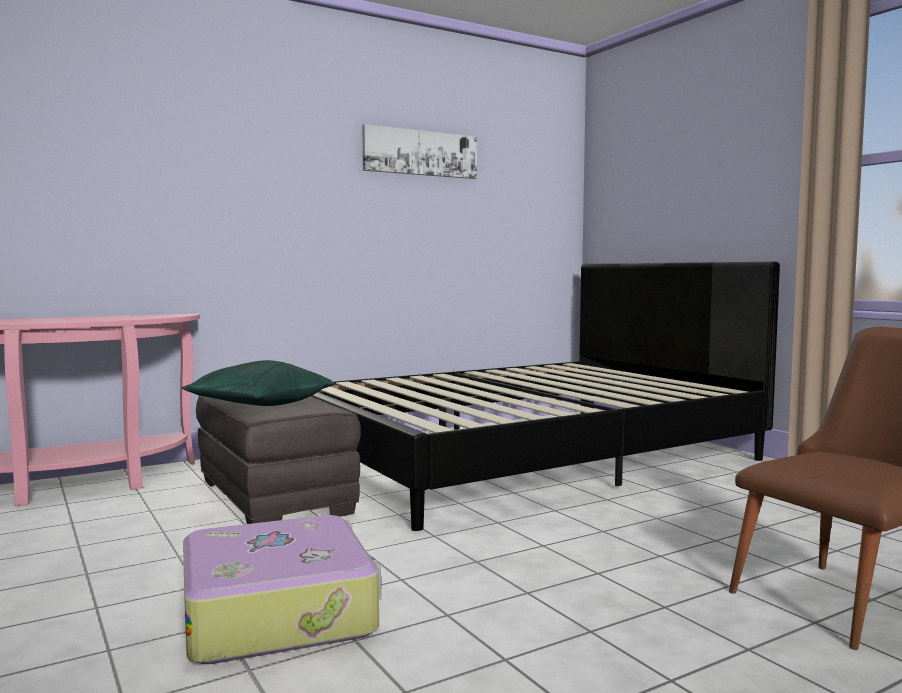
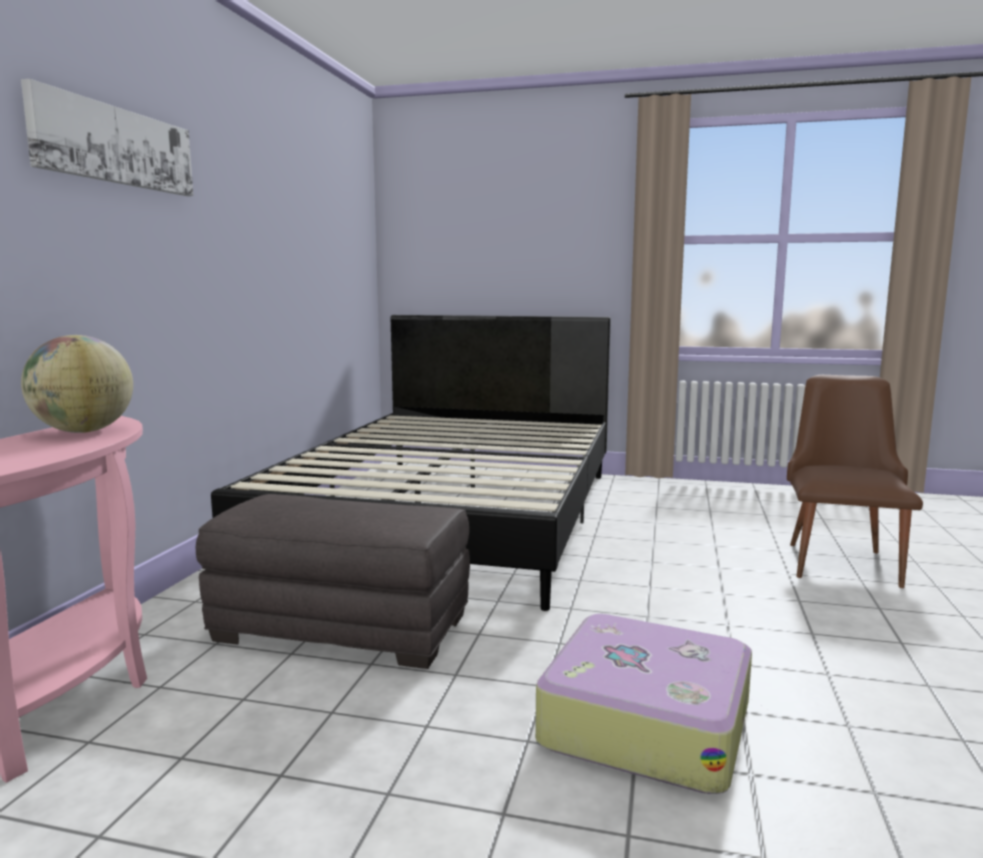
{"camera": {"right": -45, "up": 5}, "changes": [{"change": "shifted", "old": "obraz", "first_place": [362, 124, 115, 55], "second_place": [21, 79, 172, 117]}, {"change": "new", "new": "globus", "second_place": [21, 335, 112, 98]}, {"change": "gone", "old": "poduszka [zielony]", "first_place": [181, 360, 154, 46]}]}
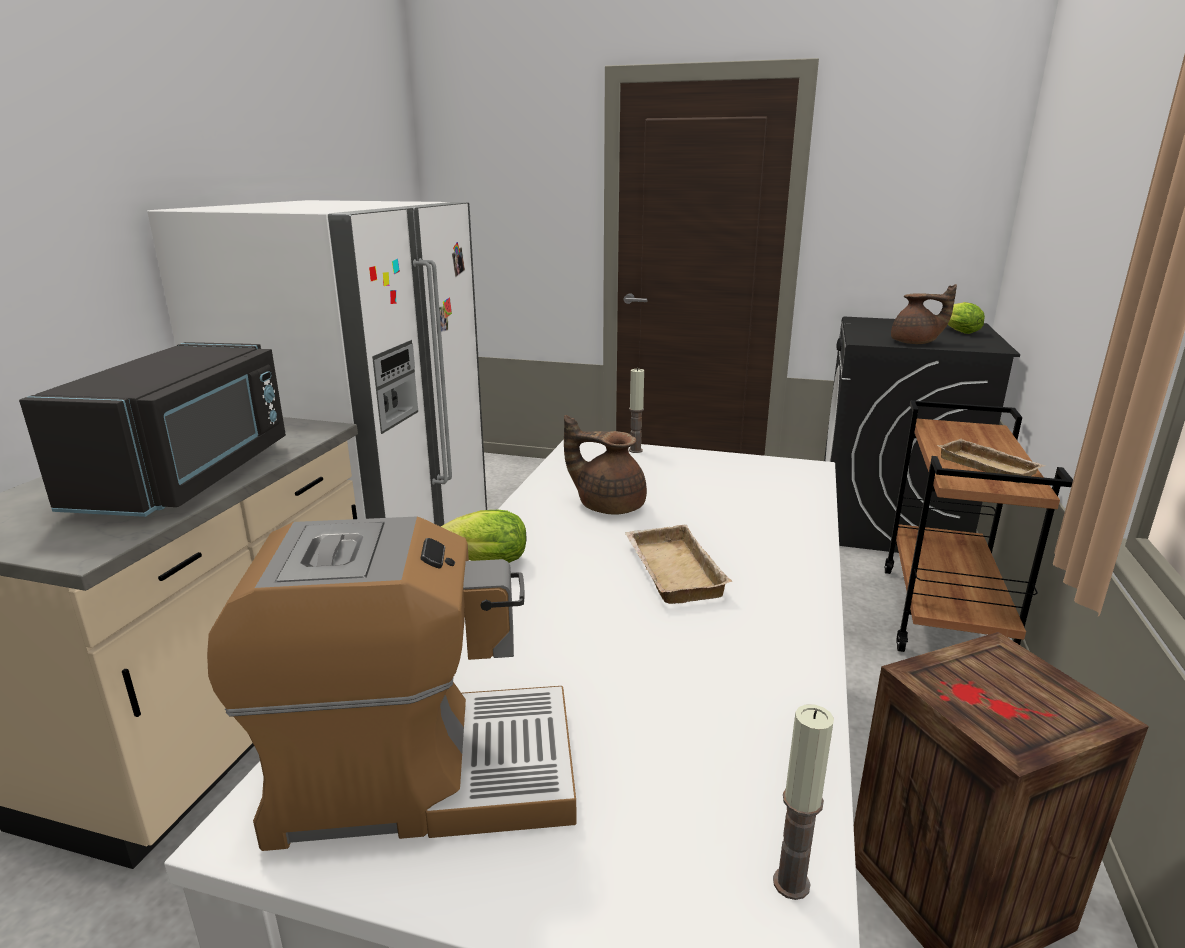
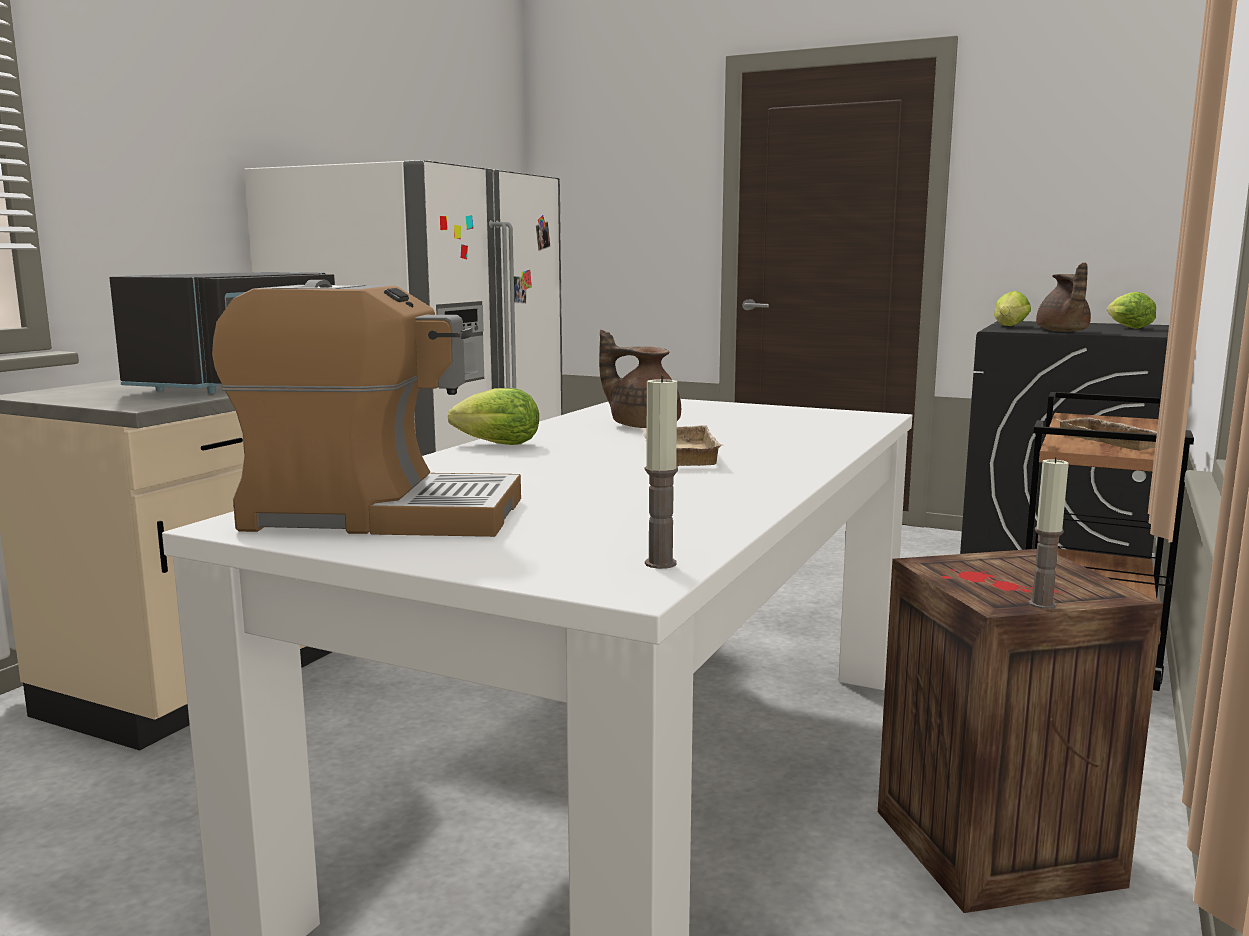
{"camera": {"right": 10, "up": -10}, "changes": [{"change": "new", "new": "sałata", "second_place": [994, 291, 37, 35]}, {"change": "shifted", "old": "świeca", "first_place": [629, 368, 15, 85], "second_place": [1029, 457, 40, 152]}, {"change": "rotated", "old": "imbryk [brązowy]", "first_place": [891, 284, 66, 60], "second_place": [1036, 262, 55, 70], "degrees": 75}]}
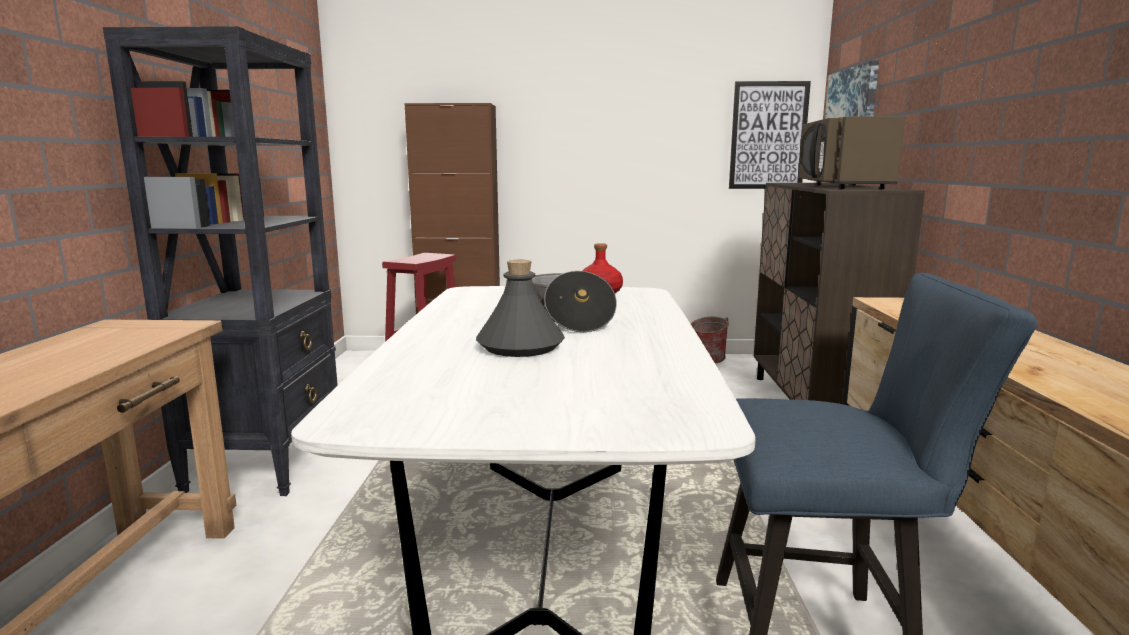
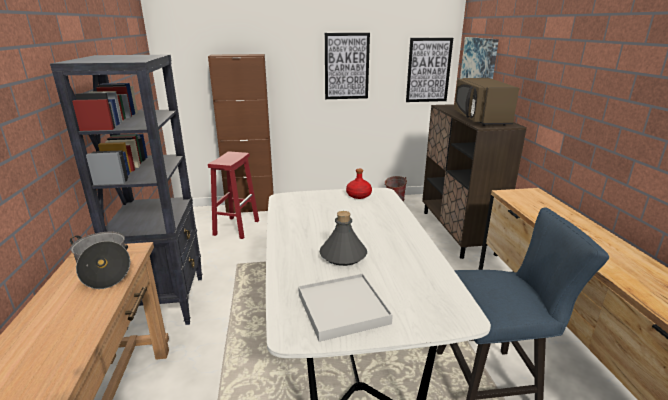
{"camera": {"right": -10, "up": 10}, "changes": [{"change": "shifted", "old": "garnek", "first_place": [532, 271, 85, 61], "second_place": [70, 232, 60, 57]}, {"change": "new", "new": "taca [biały]", "second_place": [298, 274, 95, 68]}, {"change": "new", "new": "obraz", "second_place": [325, 33, 45, 66]}]}
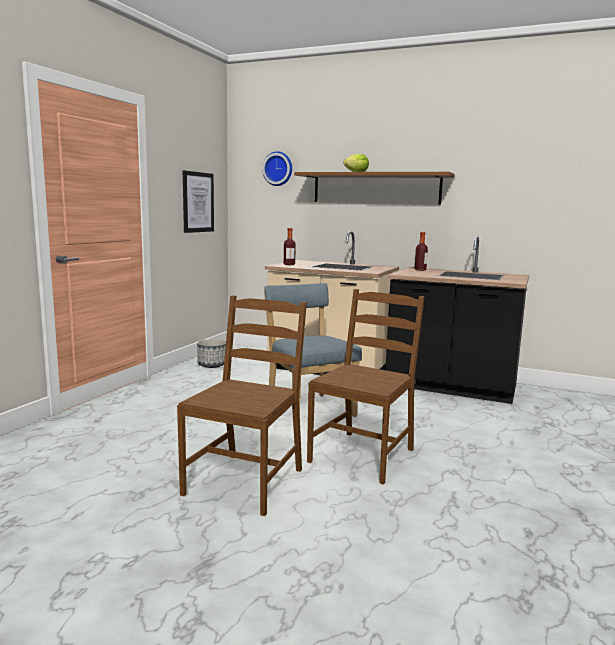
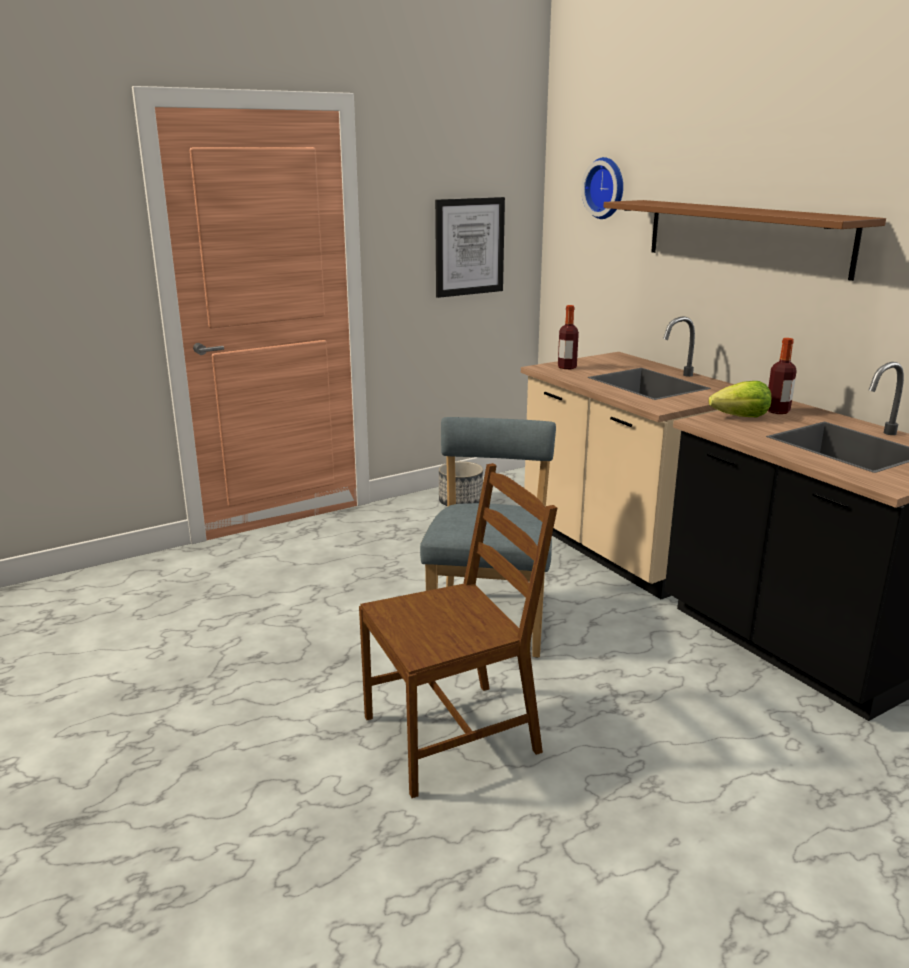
{"camera": {"right": 35, "up": 10}, "changes": [{"change": "shifted", "old": "sałata", "first_place": [343, 154, 26, 18], "second_place": [709, 381, 62, 36]}, {"change": "gone", "old": "krzesło [brązowy]", "first_place": [177, 295, 130, 221]}]}
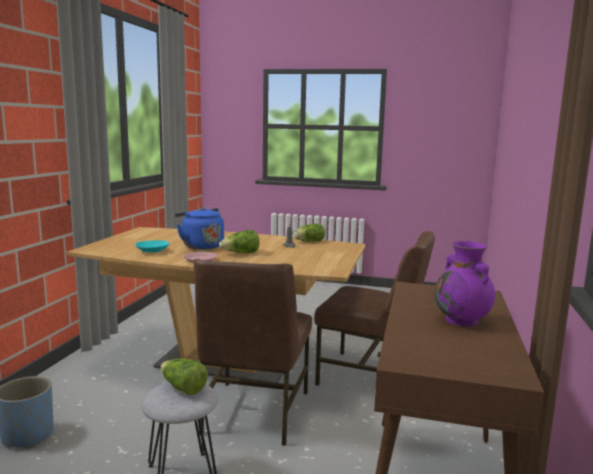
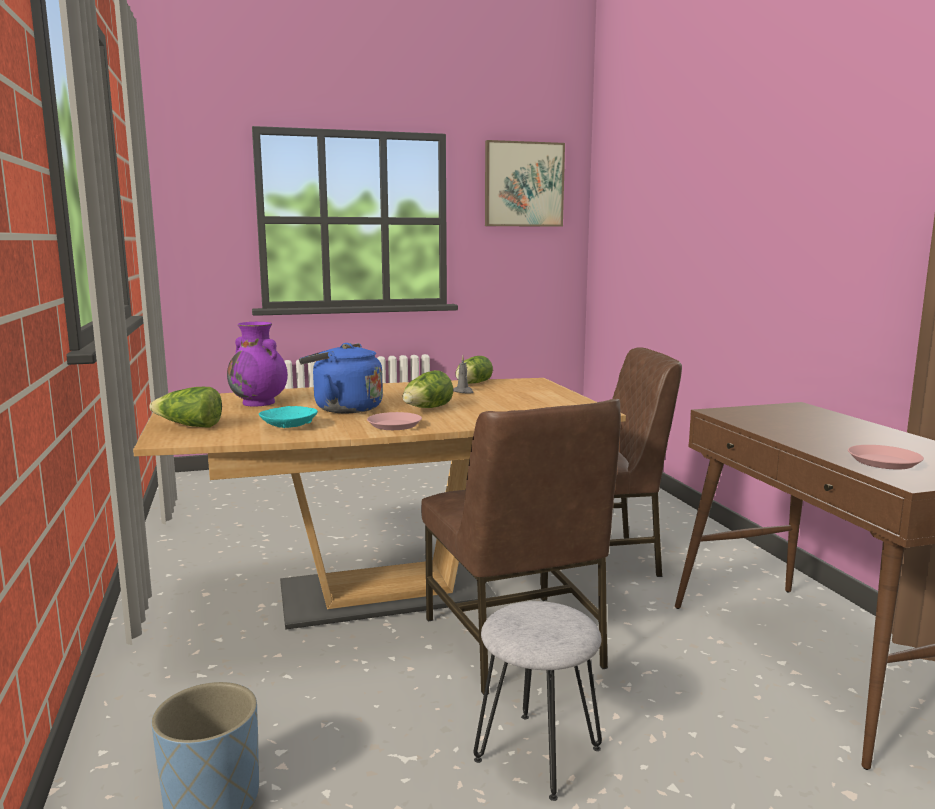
{"camera": {"right": -30, "up": 0}, "changes": [{"change": "shifted", "old": "sałata", "first_place": [161, 358, 47, 37], "second_place": [149, 387, 73, 41]}, {"change": "shifted", "old": "wazon [fioletowy]", "first_place": [435, 241, 60, 85], "second_place": [227, 322, 61, 85]}, {"change": "new", "new": "obraz", "second_place": [485, 140, 80, 87]}, {"change": "new", "new": "talerz [różowy]", "second_place": [848, 445, 76, 24]}]}
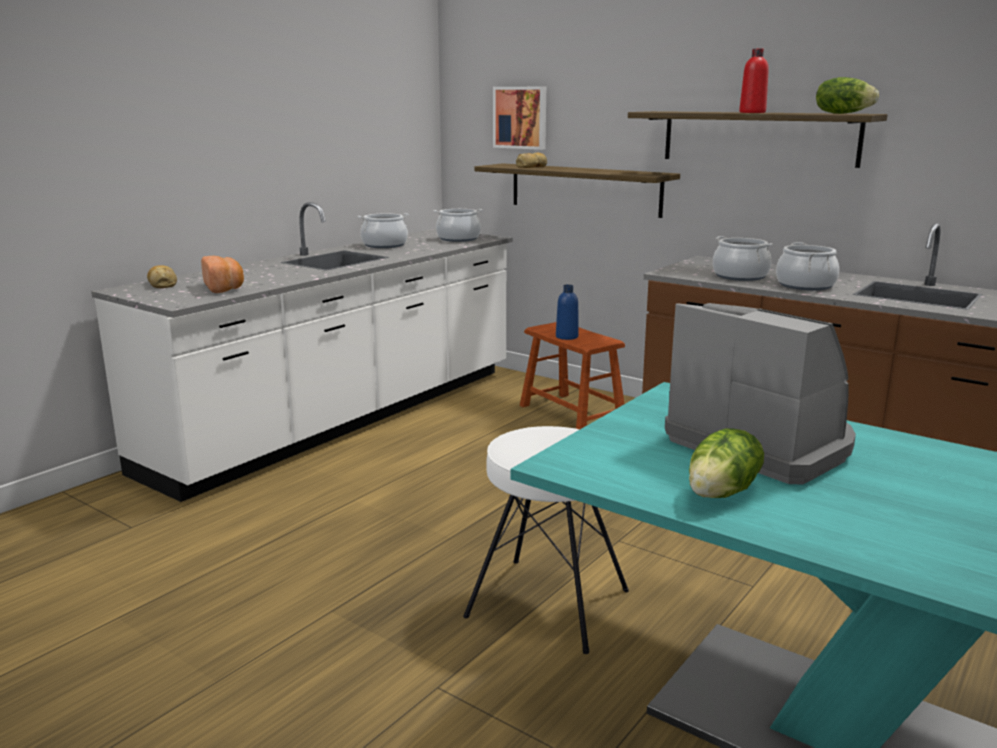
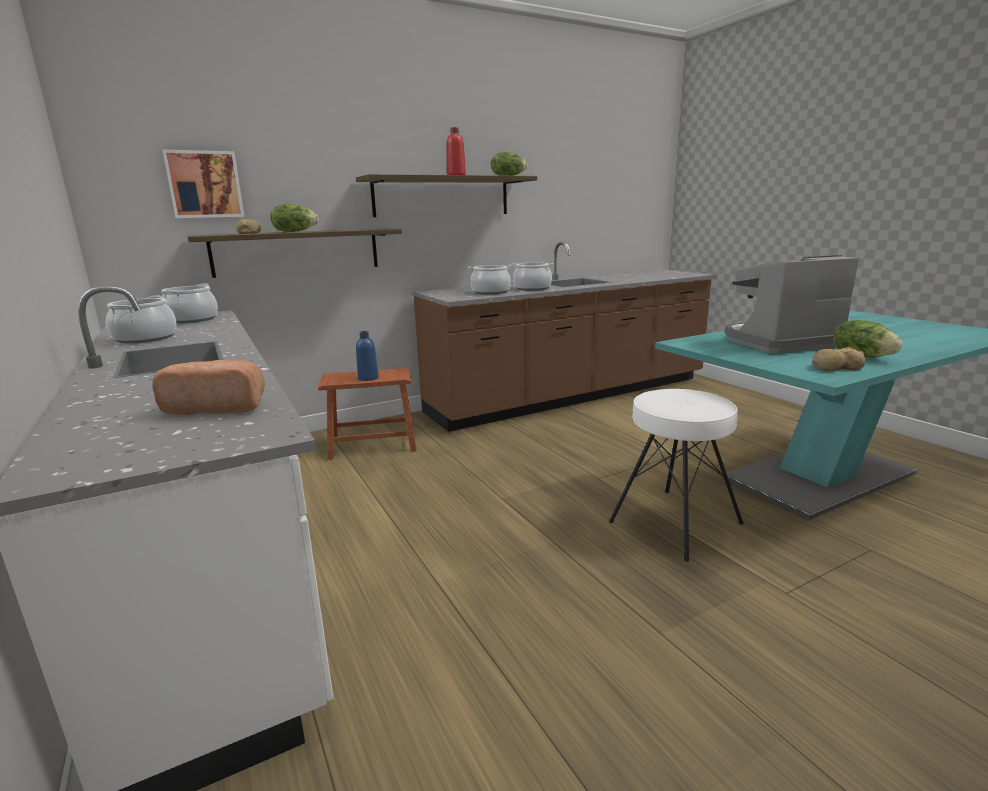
{"camera": {"right": -65, "up": 0}, "changes": [{"change": "new", "new": "sałata", "second_place": [271, 204, 48, 28]}, {"change": "shifted", "old": "chleb", "first_place": [147, 265, 30, 23], "second_place": [812, 347, 54, 24]}]}
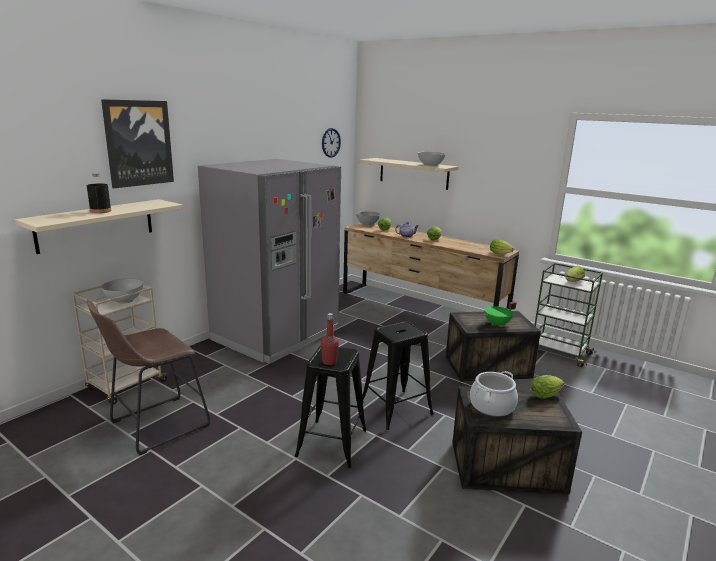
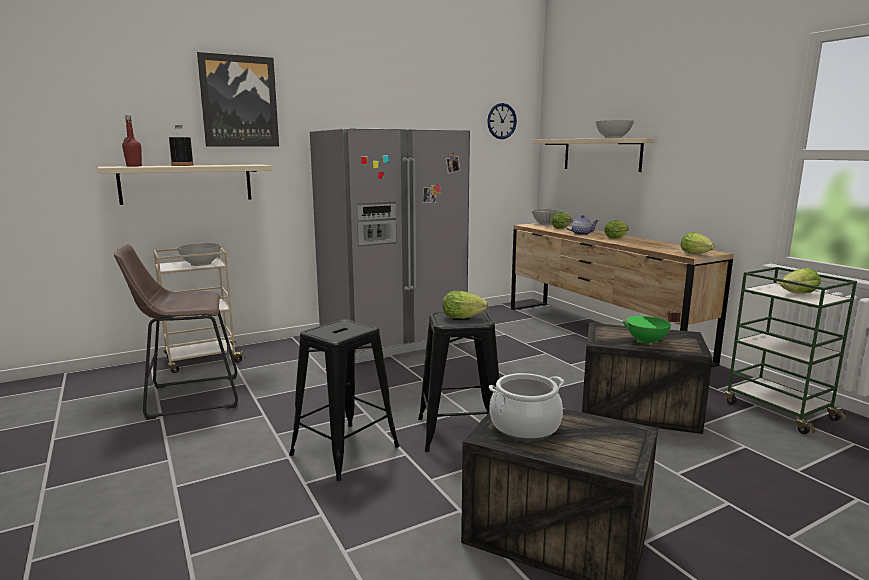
{"camera": {"right": 25, "up": -5}, "changes": [{"change": "shifted", "old": "butelka [czerwony]", "first_place": [321, 313, 18, 52], "second_place": [122, 115, 20, 52]}, {"change": "shifted", "old": "sałata", "first_place": [531, 375, 33, 24], "second_place": [443, 291, 45, 28]}]}
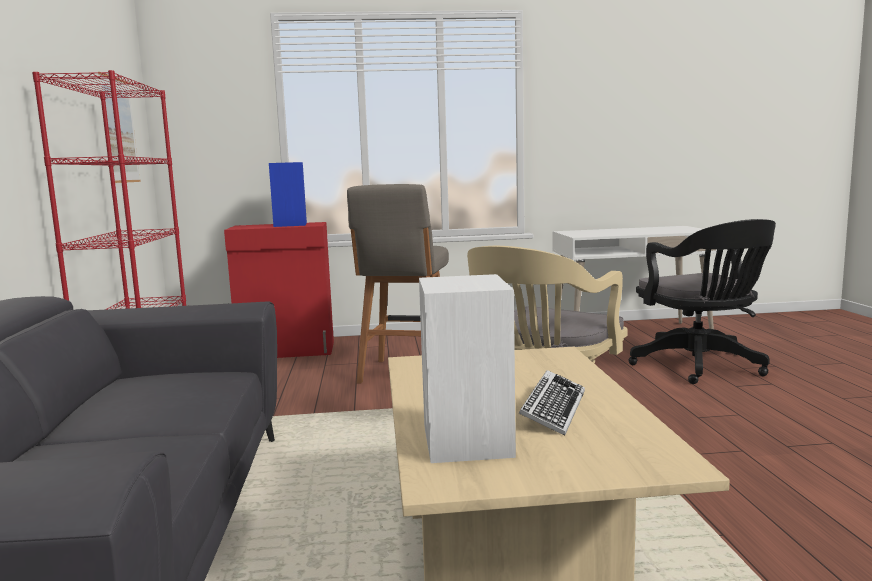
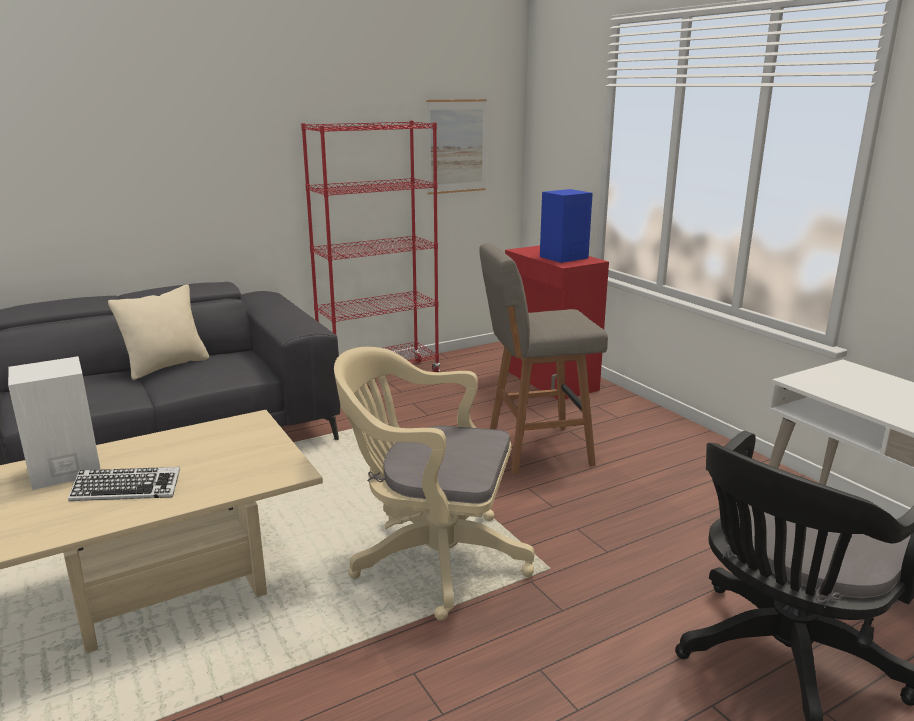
{"camera": {"right": 65, "up": 10}, "changes": [{"change": "new", "new": "poduszka [beżowy]", "second_place": [108, 284, 101, 96]}]}
